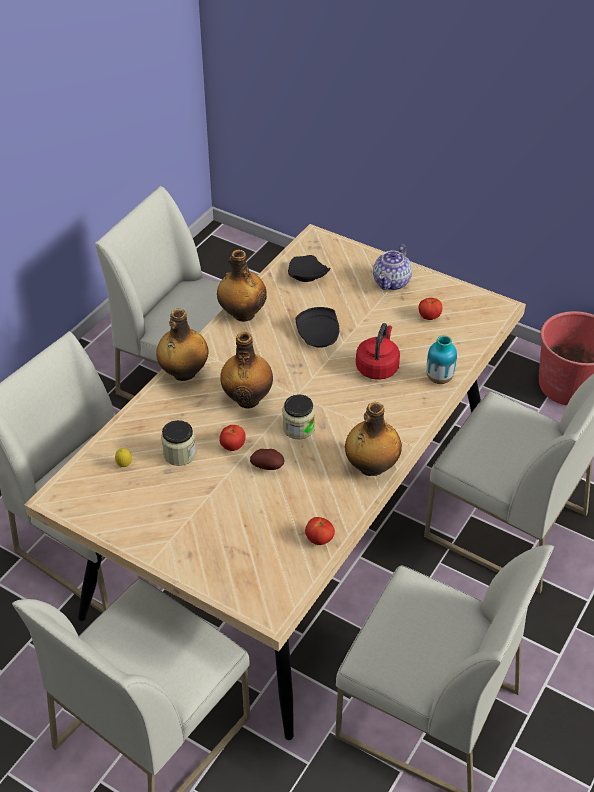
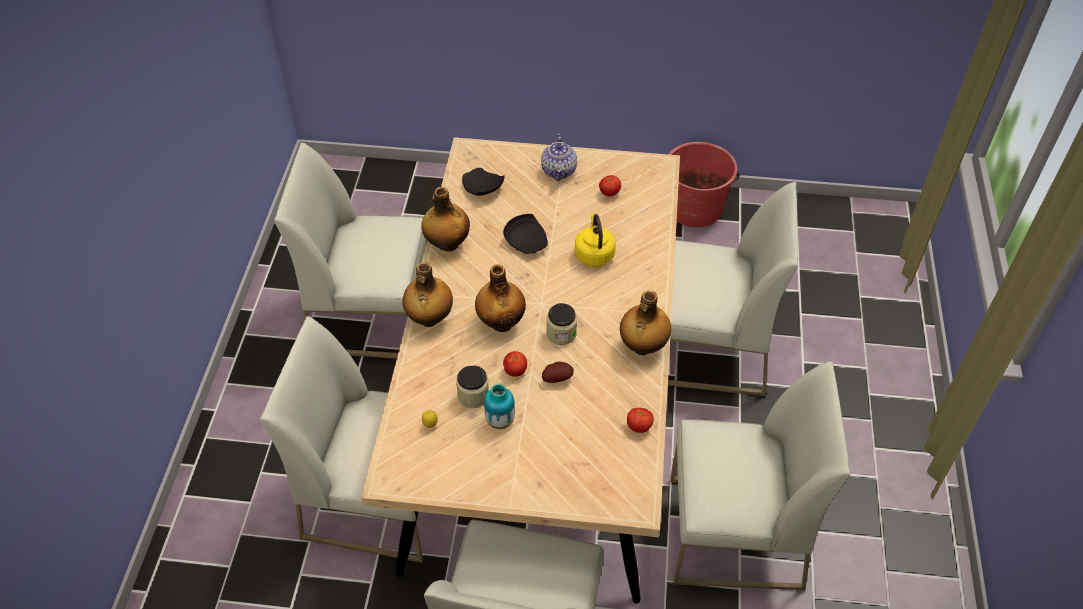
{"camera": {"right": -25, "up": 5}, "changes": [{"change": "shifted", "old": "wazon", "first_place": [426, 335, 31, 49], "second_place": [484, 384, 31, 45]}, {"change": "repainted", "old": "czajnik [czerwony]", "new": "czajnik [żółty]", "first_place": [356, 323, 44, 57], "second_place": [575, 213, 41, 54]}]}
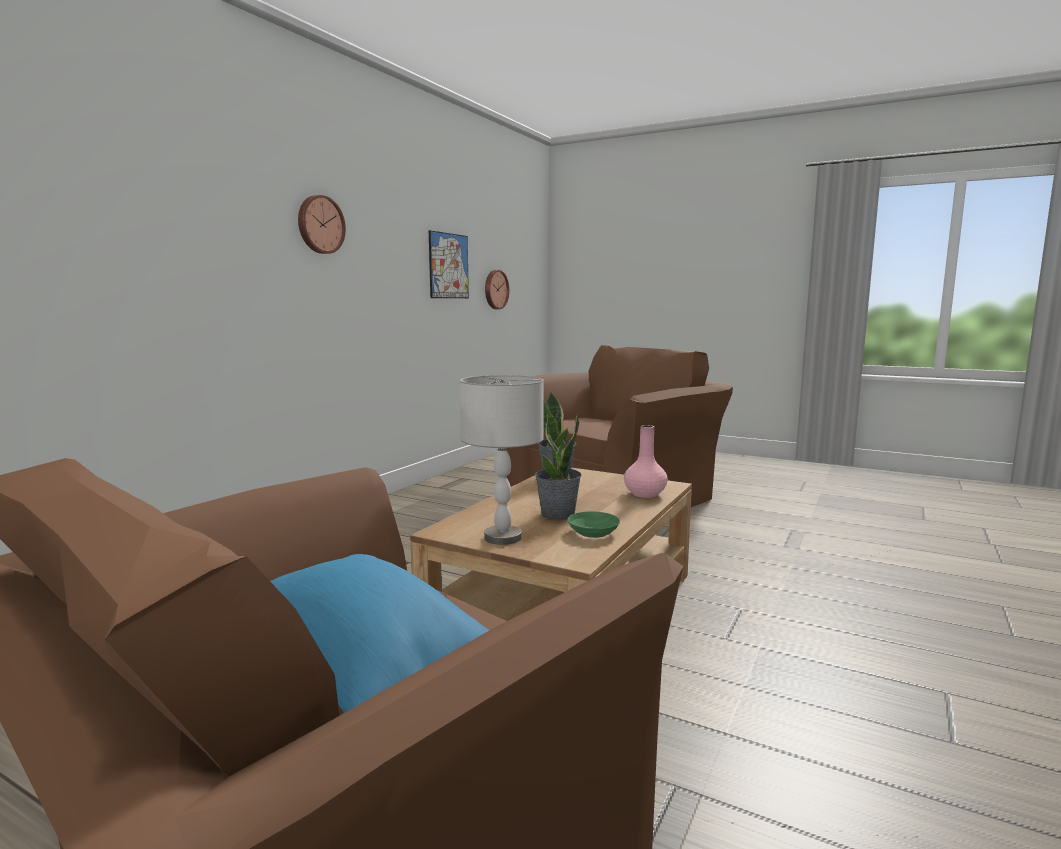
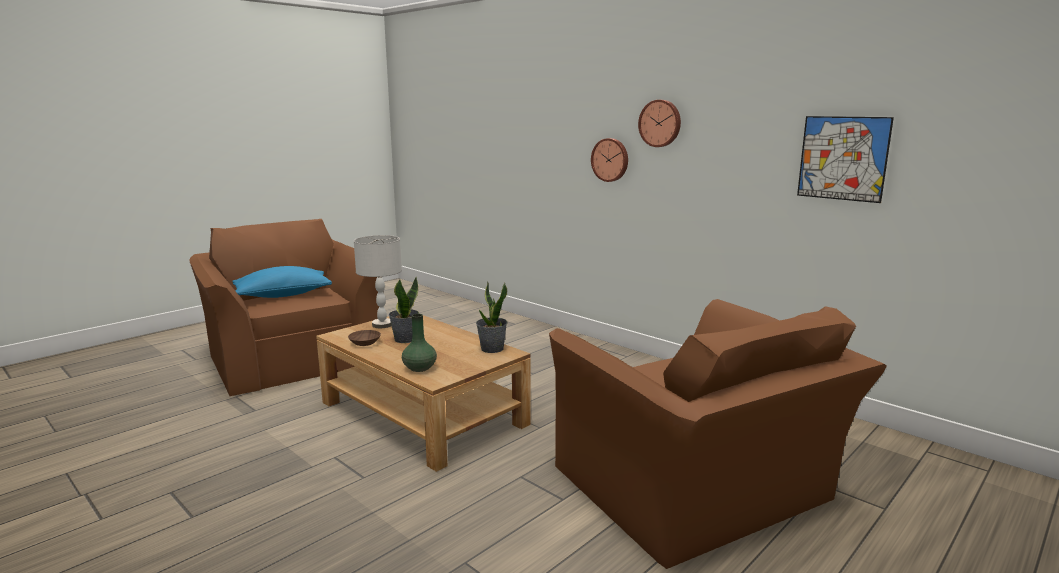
{"camera": {"right": 105, "up": 5}, "changes": [{"change": "repainted", "old": "miska [zielony]", "new": "miska [brązowy]", "first_place": [567, 511, 53, 27], "second_place": [348, 330, 33, 16]}, {"change": "repainted", "old": "wazon [różowy]", "new": "wazon [zielony]", "first_place": [624, 425, 44, 73], "second_place": [402, 314, 35, 58]}, {"change": "shifted", "old": "zegar ścienny", "first_place": [485, 270, 24, 39], "second_place": [591, 138, 37, 44]}]}
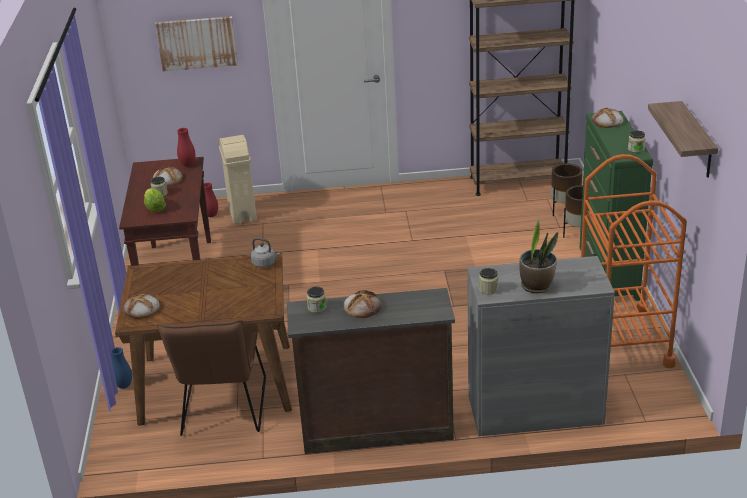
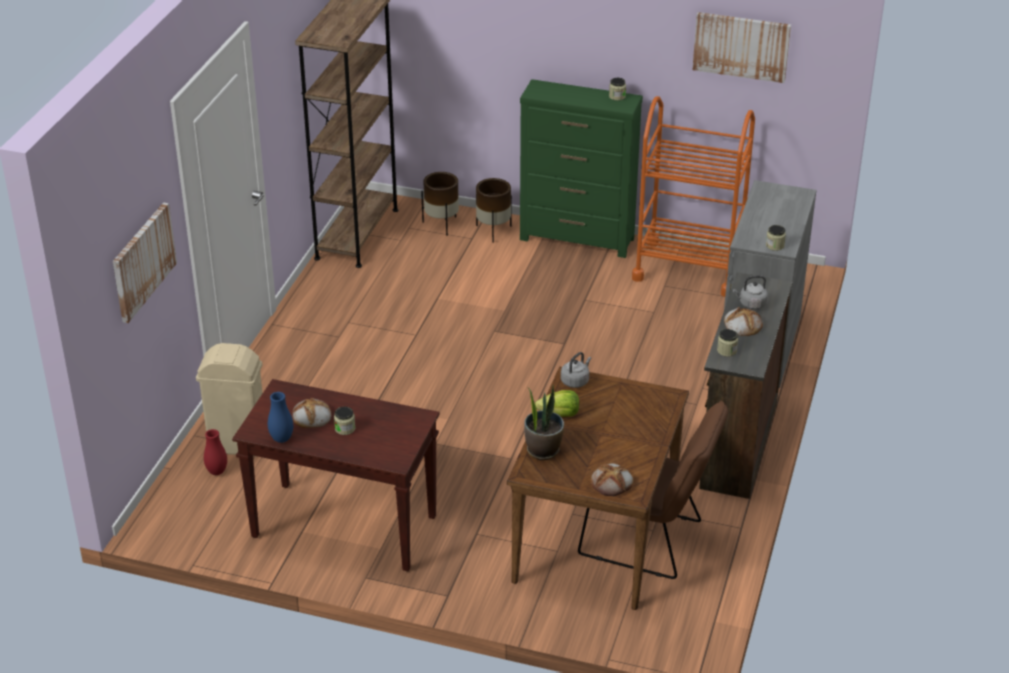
{"camera": {"right": -70, "up": 5}, "changes": [{"change": "shifted", "old": "wazon [niebieski]", "first_place": [111, 347, 21, 42], "second_place": [268, 392, 25, 51]}, {"change": "shifted", "old": "roślina doniczkowa", "first_place": [520, 219, 38, 74], "second_place": [524, 385, 40, 75]}, {"change": "shifted", "old": "sałata", "first_place": [144, 188, 22, 24], "second_place": [535, 390, 44, 27]}, {"change": "swapped", "old": "półka", "new": "obraz", "first_place": [648, 101, 70, 77], "second_place": [693, 12, 98, 71]}, {"change": "new", "new": "czajnik [szary]", "second_place": [733, 275, 35, 35]}, {"change": "gone", "old": "wazon [czerwony]", "first_place": [177, 128, 18, 39]}, {"change": "gone", "old": "chleb", "first_place": [592, 108, 31, 20]}]}
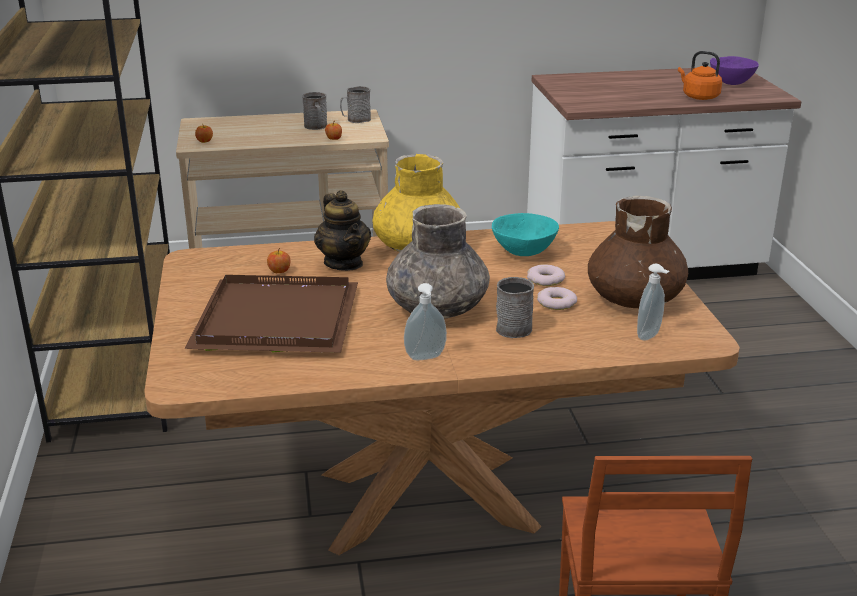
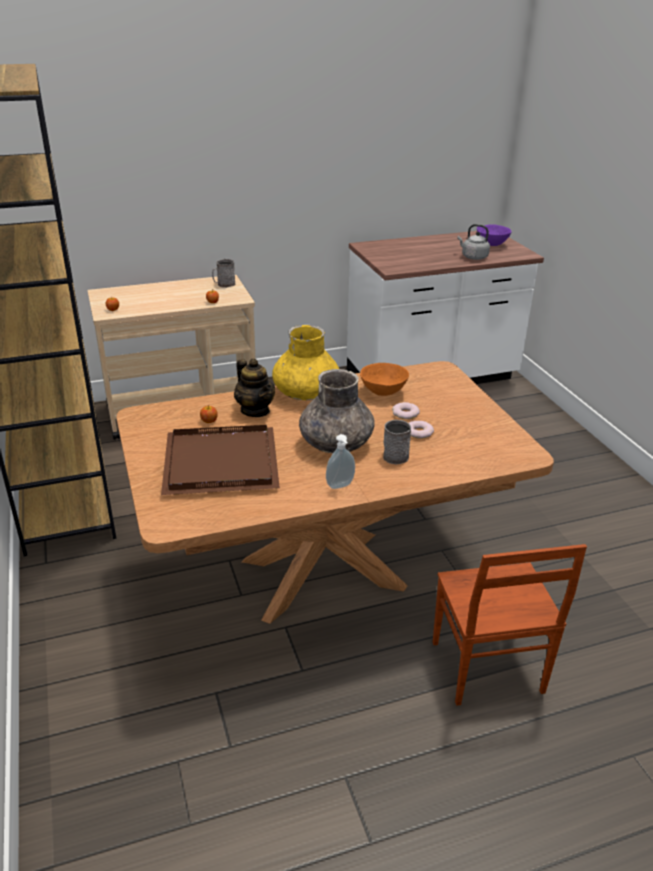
{"camera": {"right": -10, "up": 5}, "changes": [{"change": "repainted", "old": "miska [turkusowy]", "new": "miska [pomarańczowy]", "first_place": [492, 213, 67, 43], "second_place": [360, 363, 49, 33]}, {"change": "repainted", "old": "czajnik [pomarańczowy]", "new": "czajnik [szary]", "first_place": [678, 51, 44, 49], "second_place": [458, 224, 32, 36]}, {"change": "gone", "old": "kubek [szary]", "first_place": [302, 92, 25, 38]}, {"change": "gone", "old": "wazon [brązowy]", "first_place": [588, 196, 100, 112]}, {"change": "gone", "old": "dozownik mydła", "first_place": [637, 264, 32, 77]}]}
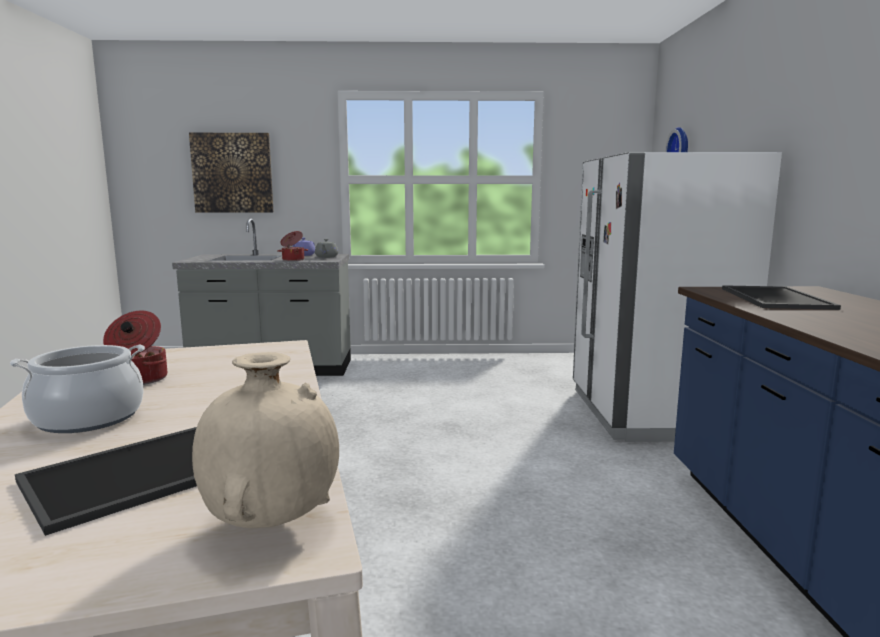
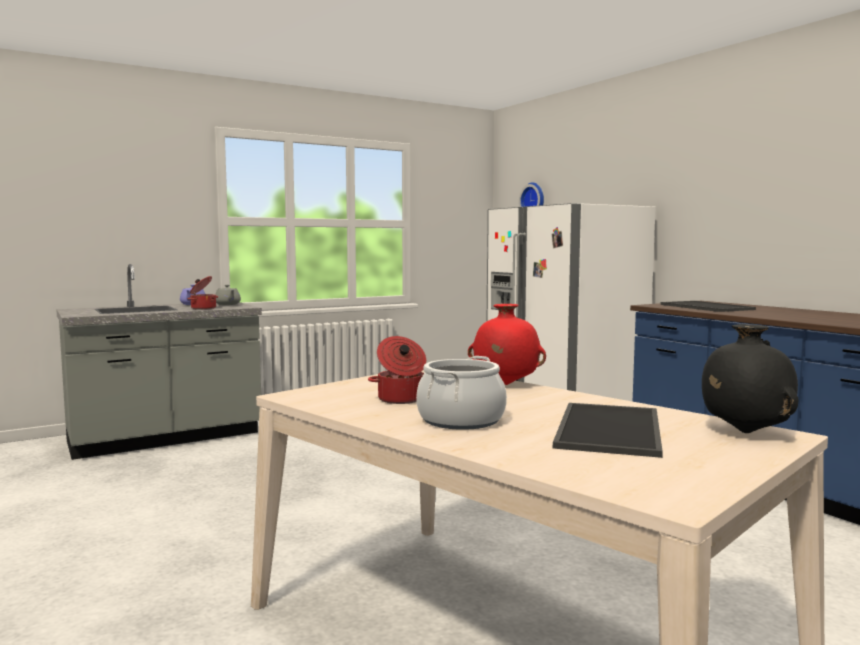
{"camera": {"right": -30, "up": -5}, "changes": [{"change": "new", "new": "wazon [czerwony]", "second_place": [468, 304, 78, 81]}, {"change": "repainted", "old": "wazon [beżowy]", "new": "wazon [czarny]", "first_place": [192, 352, 147, 176], "second_place": [702, 324, 96, 109]}, {"change": "gone", "old": "obraz", "first_place": [189, 133, 85, 80]}]}
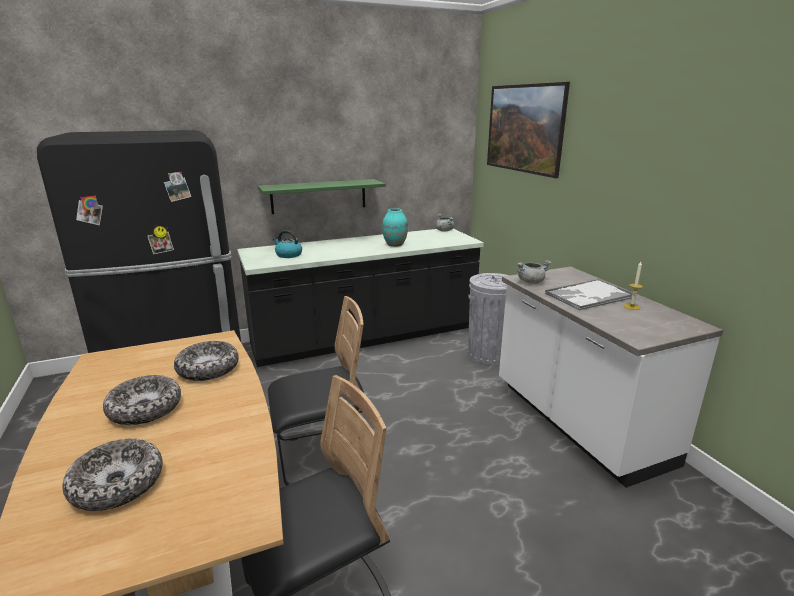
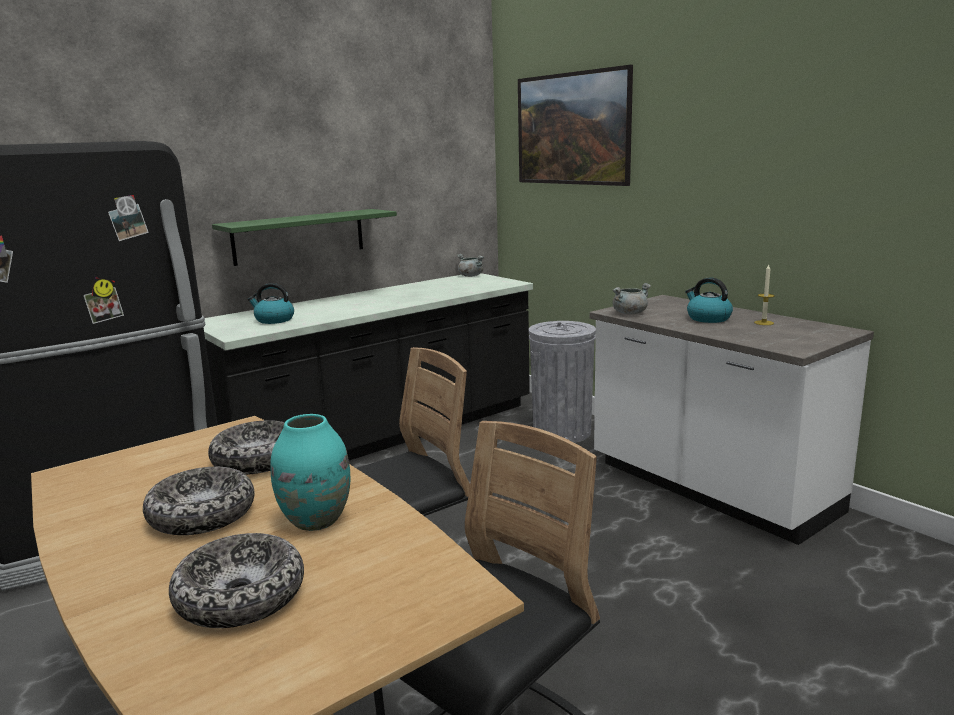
{"camera": {"right": -15, "up": -5}, "changes": [{"change": "shifted", "old": "wazon [turkusowy]", "first_place": [382, 208, 26, 39], "second_place": [271, 414, 79, 117]}, {"change": "swapped", "old": "taca", "new": "czajnik", "first_place": [545, 279, 87, 31], "second_place": [685, 277, 48, 46]}]}
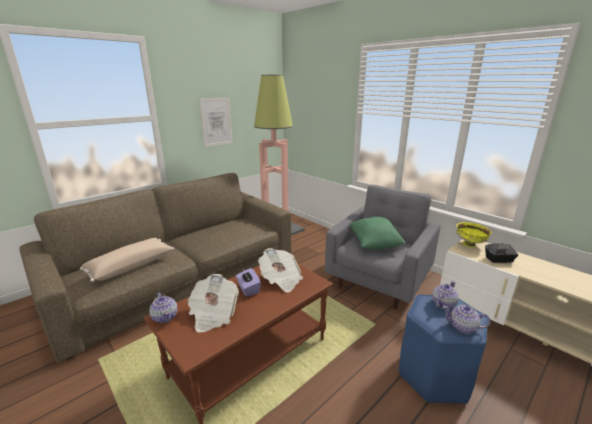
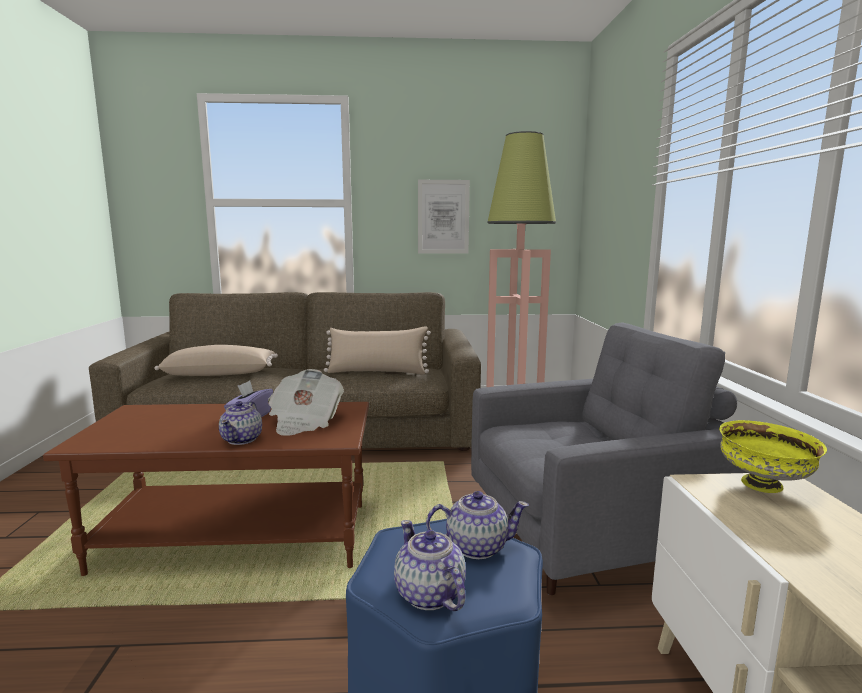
{"camera": {"right": 40, "up": -10}, "changes": [{"change": "shifted", "old": "imbryk", "first_place": [150, 292, 28, 31], "second_place": [219, 401, 43, 44]}, {"change": "new", "new": "poduszka [beżowy]", "second_place": [324, 327, 107, 48]}, {"change": "gone", "old": "gazeta", "first_place": [187, 274, 52, 59]}, {"change": "gone", "old": "poduszka [zielony]", "first_place": [350, 217, 56, 33]}, {"change": "gone", "old": "pudełko chusteczek [czarny]", "first_place": [485, 243, 33, 20]}]}
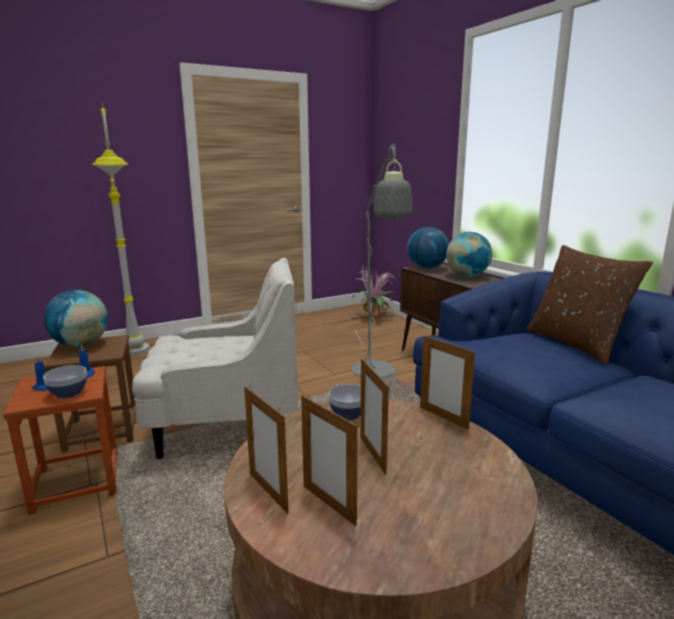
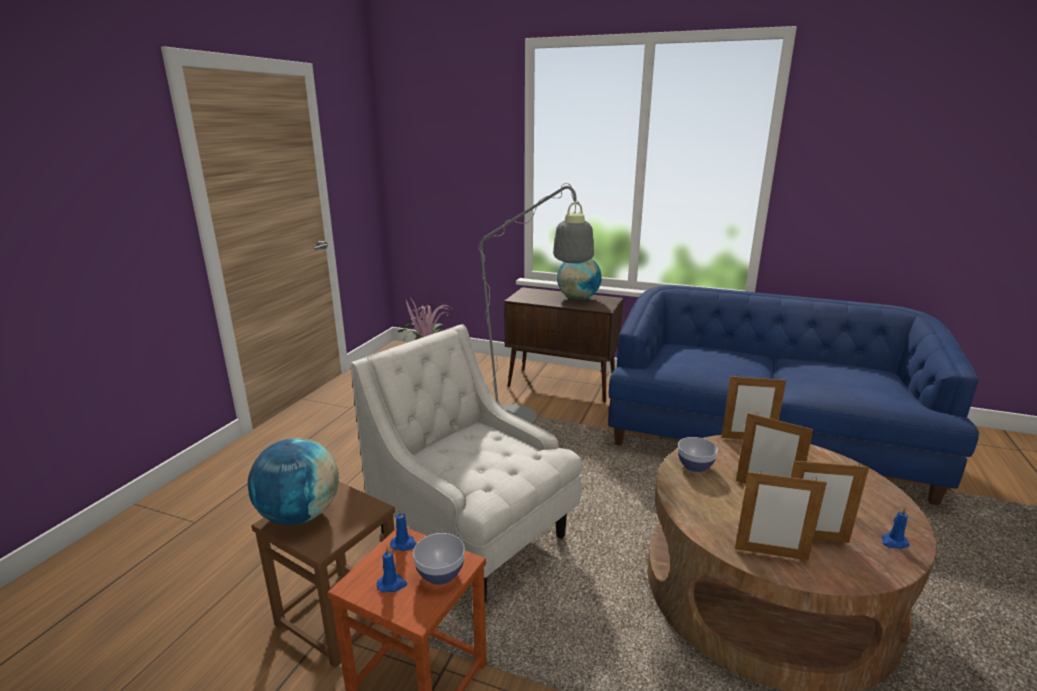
{"camera": {"right": -40, "up": 5}, "changes": [{"change": "rotated", "old": "fotel [biały]", "first_place": [132, 258, 166, 201], "second_place": [350, 324, 233, 278], "degrees": -90}, {"change": "new", "new": "świeca [niebieski]", "second_place": [882, 507, 28, 42]}, {"change": "gone", "old": "lampa stojąca [szary]", "first_place": [92, 102, 58, 254]}, {"change": "gone", "old": "globus", "first_place": [407, 227, 42, 42]}, {"change": "gone", "old": "poduszka [brązowy]", "first_place": [526, 245, 127, 120]}]}
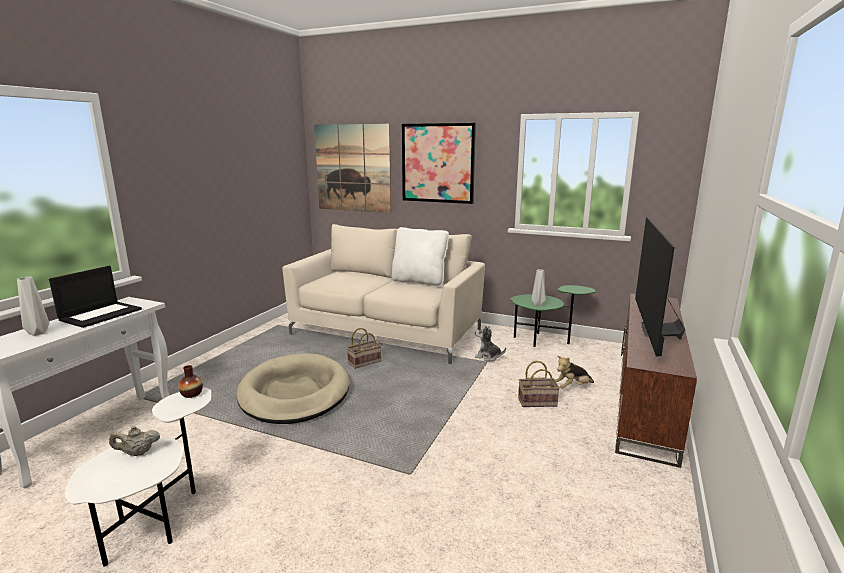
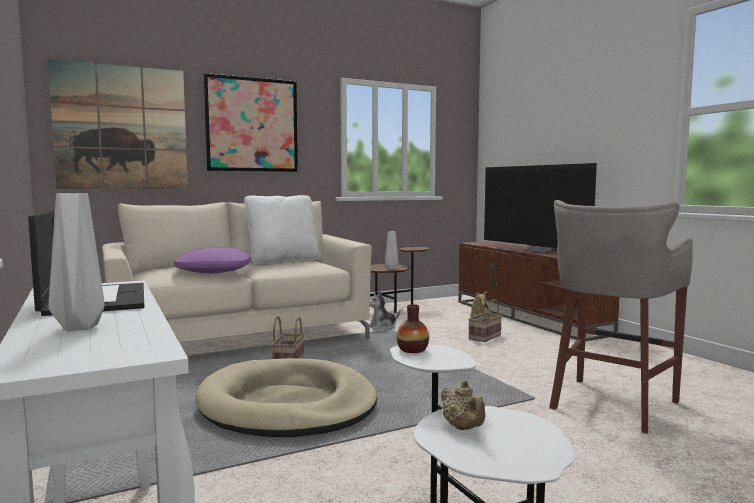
{"camera": {"right": -50, "up": -10}, "changes": [{"change": "new", "new": "poduszka [fioletowy]", "second_place": [174, 247, 77, 26]}, {"change": "repainted", "old": "stolik [zielony]", "new": "stolik [brązowy]", "first_place": [510, 285, 86, 62], "second_place": [370, 247, 60, 66]}, {"change": "rotated", "old": "imbryk [beżowy]", "first_place": [109, 426, 51, 30], "second_place": [440, 380, 46, 50], "degrees": -45}, {"change": "new", "new": "stołek [szary]", "second_place": [549, 200, 144, 234]}]}
